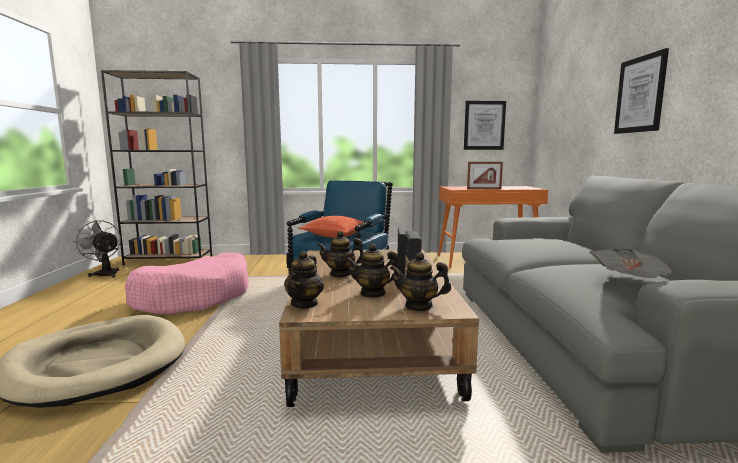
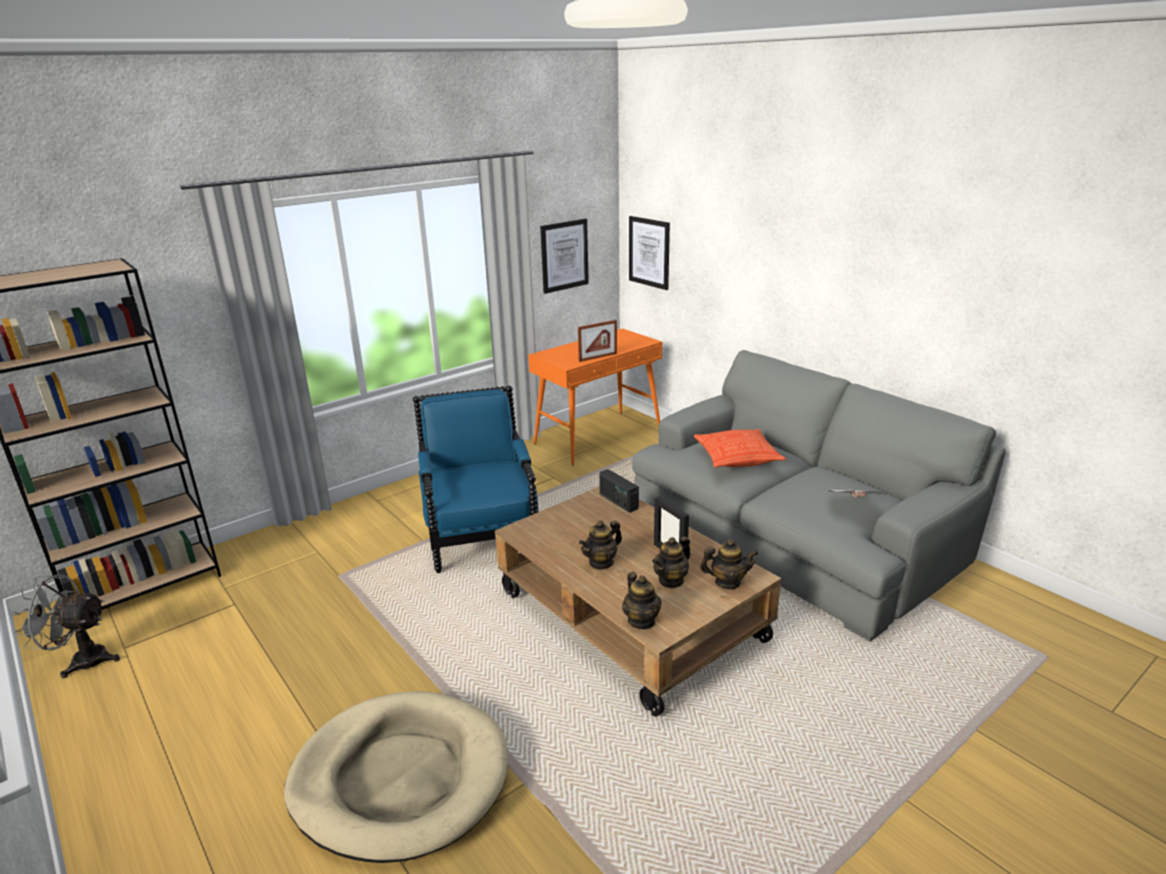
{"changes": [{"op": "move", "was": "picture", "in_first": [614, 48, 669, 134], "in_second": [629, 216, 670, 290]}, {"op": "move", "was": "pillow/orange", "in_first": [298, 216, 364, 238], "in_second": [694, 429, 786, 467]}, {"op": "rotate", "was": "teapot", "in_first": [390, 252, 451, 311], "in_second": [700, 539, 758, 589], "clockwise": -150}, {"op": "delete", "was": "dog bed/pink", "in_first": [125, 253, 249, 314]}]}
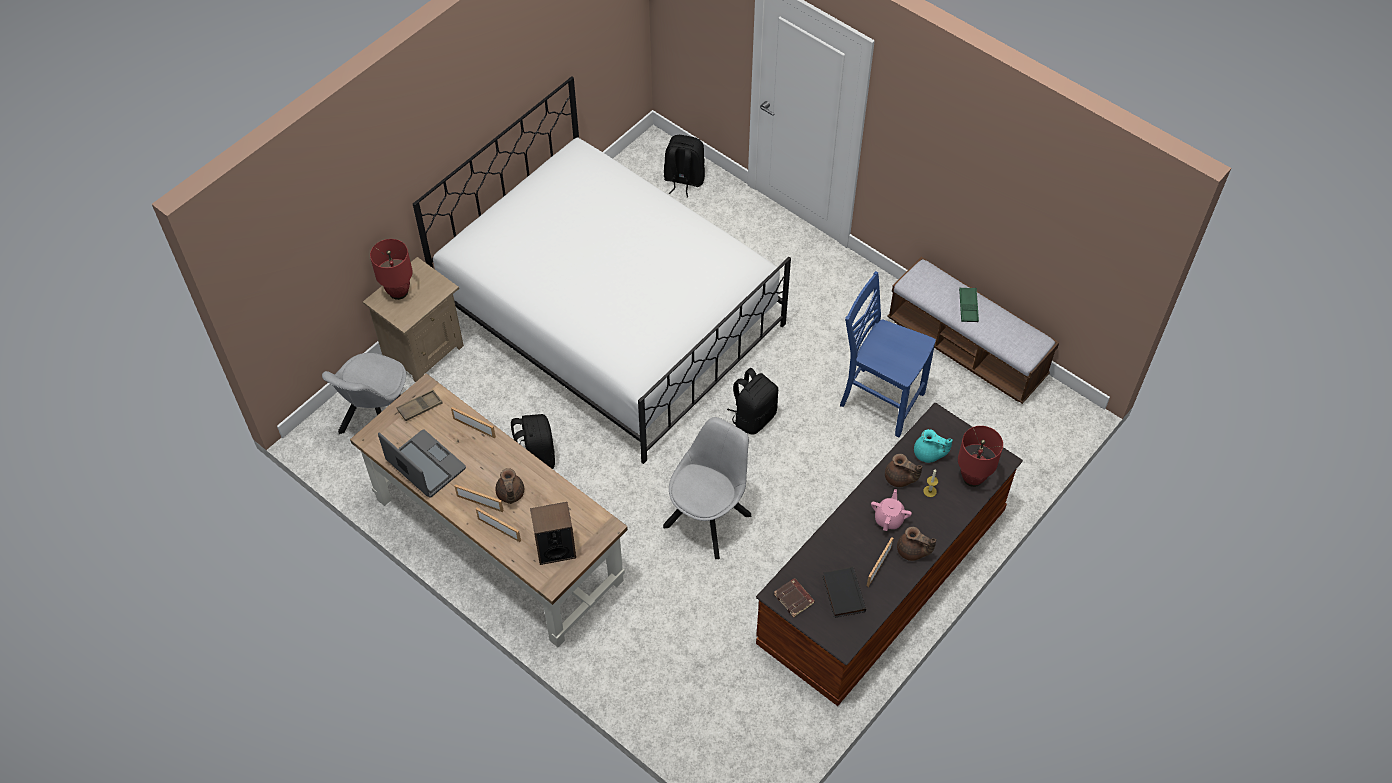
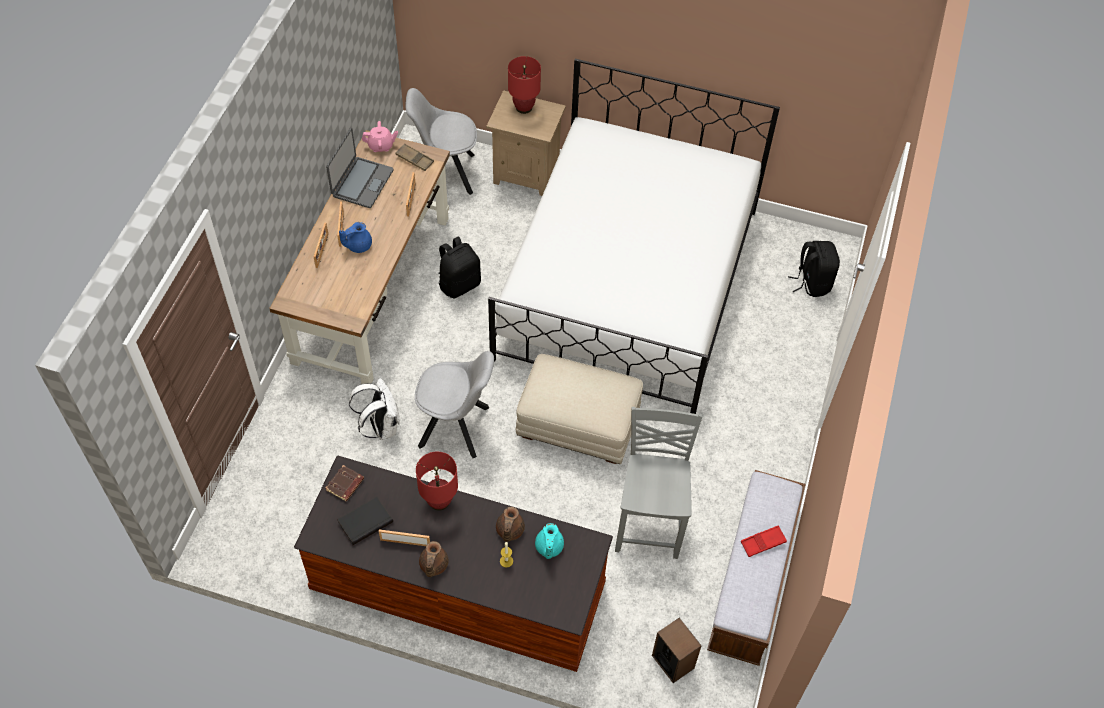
{"changes": [{"op": "recolor", "was": "chair/blue", "now": "chair/grey", "in_first": [840, 271, 936, 437], "in_second": [615, 407, 703, 559]}, {"op": "recolor", "was": "tray/green", "now": "tray/red", "in_first": [959, 287, 979, 322], "in_second": [741, 525, 787, 557]}, {"op": "replace", "was": "backpack/black", "now": "ottoman/beige", "in_first": [727, 368, 778, 435], "in_second": [516, 354, 643, 464]}, {"op": "move", "was": "table lamp/red", "in_first": [958, 426, 1003, 487], "in_second": [416, 452, 458, 511]}, {"op": "recolor", "was": "teapot/brown", "now": "teapot/blue", "in_first": [495, 468, 524, 504], "in_second": [339, 222, 372, 253]}, {"op": "move", "was": "teapot/pink", "in_first": [871, 489, 912, 531], "in_second": [362, 121, 398, 152]}, {"op": "move", "was": "speaker", "in_first": [530, 502, 576, 565], "in_second": [652, 618, 701, 683]}, {"op": "insert", "now": "backpack/white", "in_second": [349, 378, 400, 440]}]}
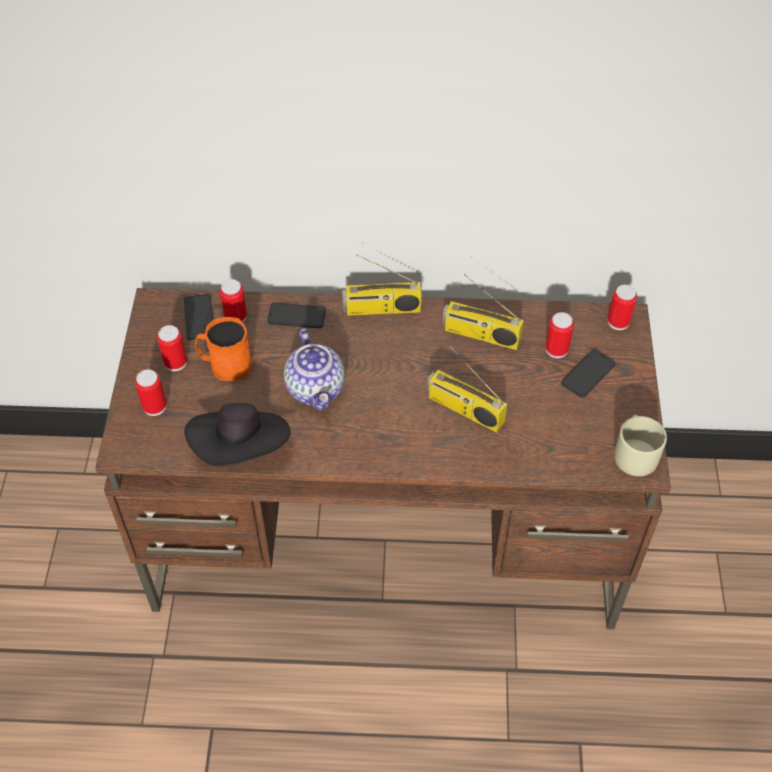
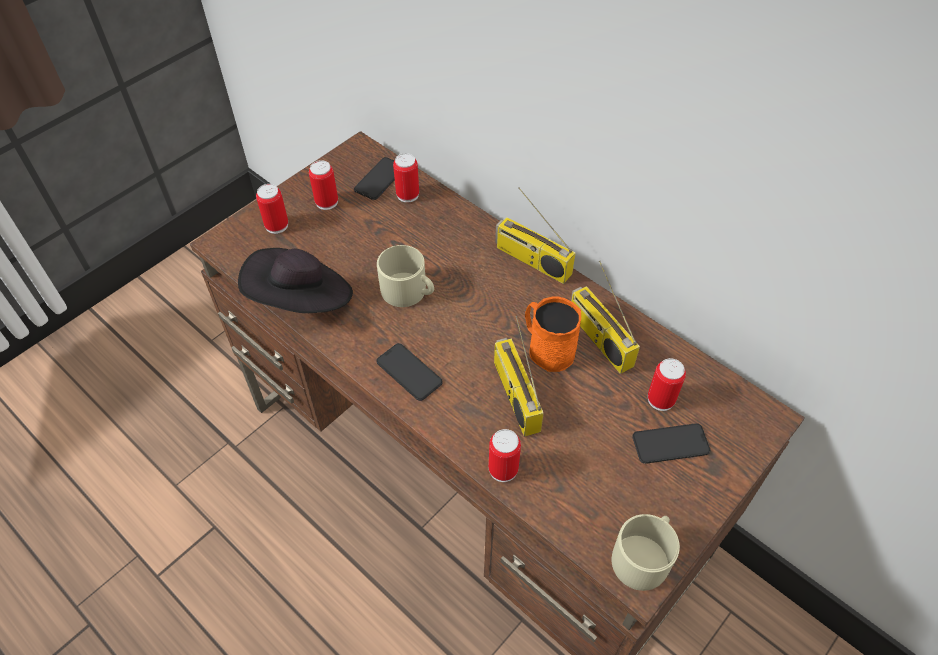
{"changes": [{"op": "move", "was": "can", "in_first": [608, 285, 637, 330], "in_second": [489, 429, 521, 482]}, {"op": "move", "was": "phone", "in_first": [267, 303, 326, 328], "in_second": [376, 343, 443, 401]}, {"op": "move", "was": "mug/orange", "in_first": [195, 317, 252, 381], "in_second": [525, 296, 581, 372]}, {"op": "replace", "was": "teapot", "now": "mug/beige", "in_first": [284, 328, 345, 411], "in_second": [377, 245, 434, 307]}]}
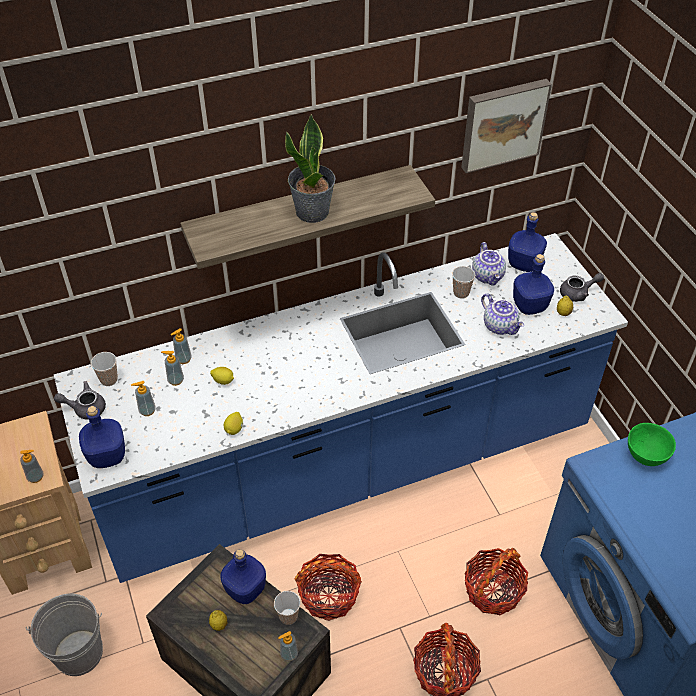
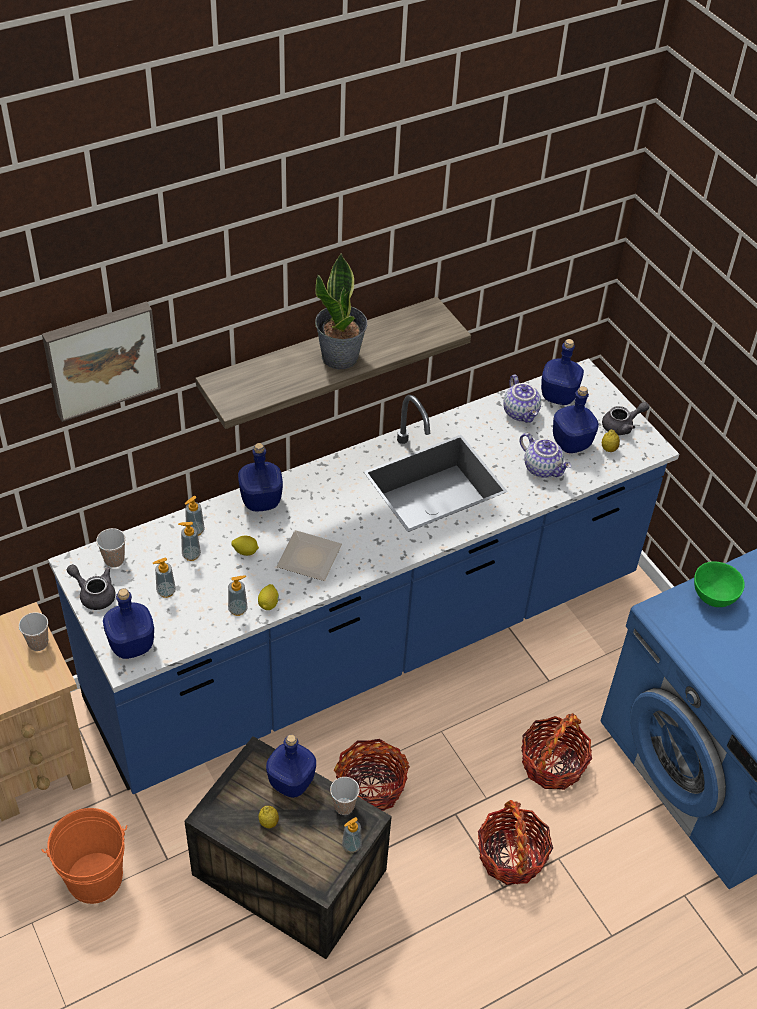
{"changes": [{"op": "move", "was": "picture", "in_first": [461, 79, 552, 173], "in_second": [42, 301, 161, 422]}, {"op": "move", "was": "cup", "in_first": [452, 266, 475, 299], "in_second": [19, 612, 48, 651]}, {"op": "rotate", "was": "teapot/grey", "in_first": [54, 381, 106, 419], "in_second": [66, 564, 116, 610], "clockwise": 45}, {"op": "move", "was": "soap dispenser", "in_first": [20, 450, 44, 483], "in_second": [228, 576, 247, 616]}, {"op": "recolor", "was": "bucket/grey", "now": "bucket/orange", "in_first": [25, 594, 103, 676], "in_second": [42, 808, 127, 904]}, {"op": "insert", "now": "bottle/blue", "in_second": [238, 443, 283, 511]}, {"op": "insert", "now": "plate", "in_second": [277, 530, 342, 581]}]}
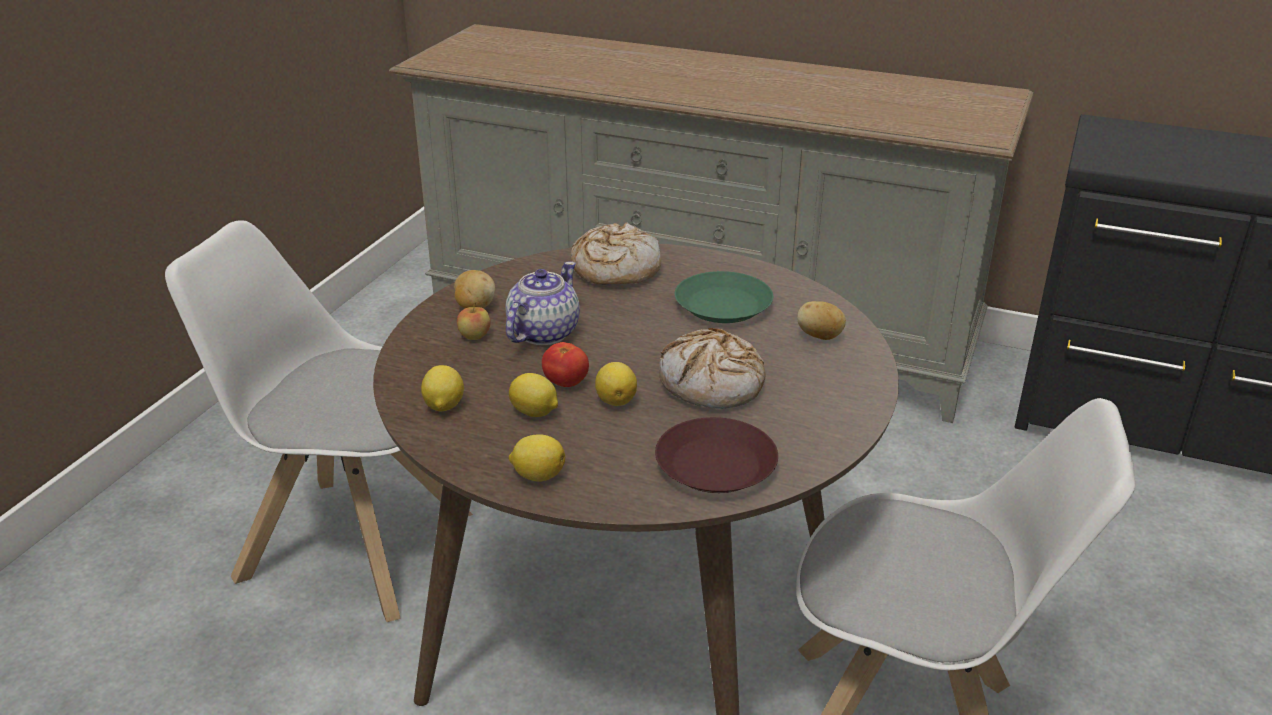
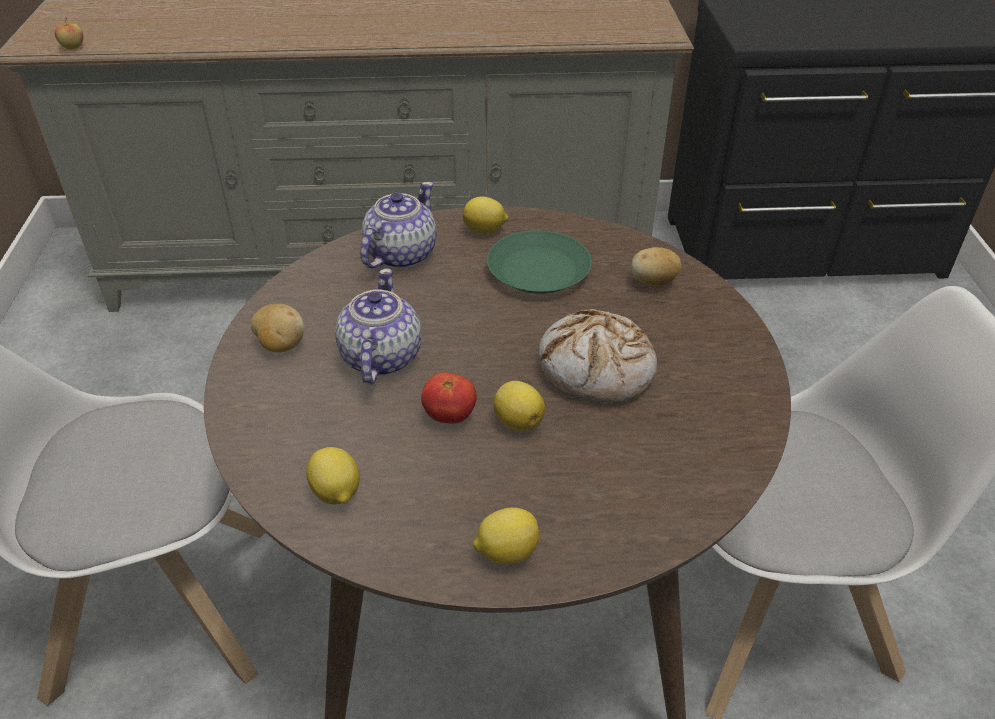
{"changes": [{"op": "replace", "was": "bread", "now": "teapot", "in_first": [571, 222, 661, 284], "in_second": [360, 182, 437, 269]}, {"op": "move", "was": "apple", "in_first": [457, 301, 491, 340], "in_second": [55, 17, 83, 49]}, {"op": "move", "was": "lemon", "in_first": [509, 373, 558, 417], "in_second": [463, 197, 508, 234]}, {"op": "delete", "was": "plate/brown", "in_first": [655, 417, 778, 493]}]}
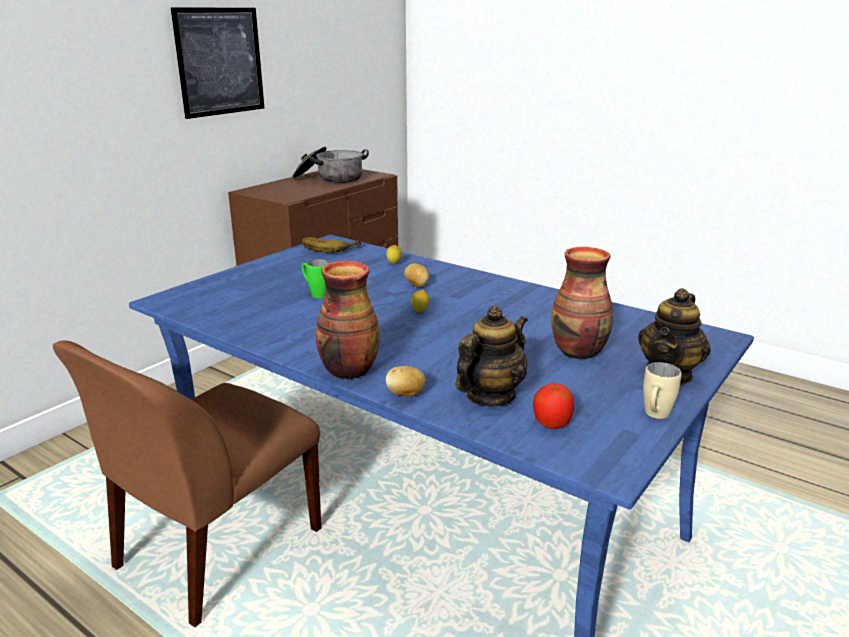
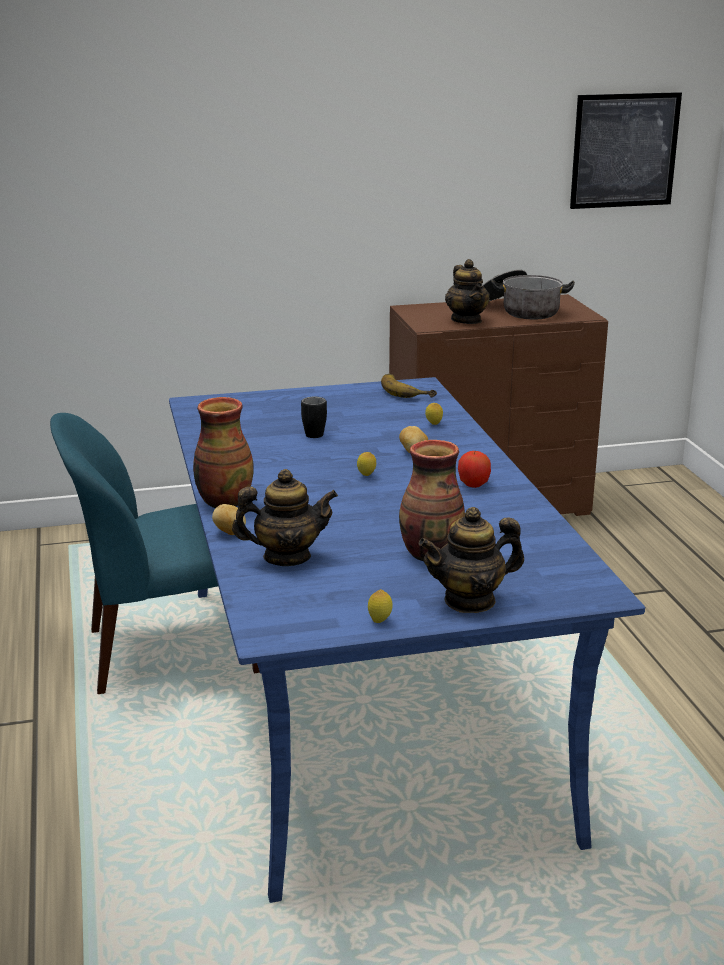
{"changes": [{"op": "move", "was": "picture", "in_first": [171, 8, 264, 119], "in_second": [570, 92, 682, 209]}, {"op": "recolor", "was": "mug/green", "now": "mug/black", "in_first": [302, 259, 330, 299], "in_second": [301, 397, 327, 438]}, {"op": "recolor", "was": "chair/brown", "now": "chair/blue", "in_first": [53, 340, 321, 627], "in_second": [50, 413, 260, 694]}, {"op": "replace", "was": "mug/beige", "now": "lemon", "in_first": [643, 362, 682, 419], "in_second": [368, 589, 393, 623]}, {"op": "move", "was": "apple", "in_first": [533, 383, 574, 429], "in_second": [458, 451, 491, 488]}, {"op": "insert", "now": "teapot", "in_second": [445, 259, 490, 324]}]}
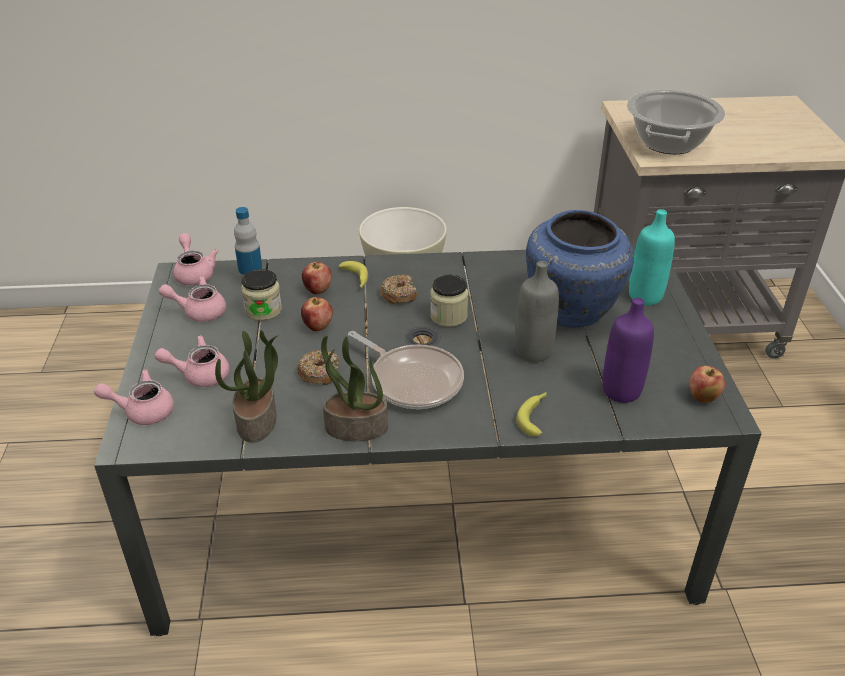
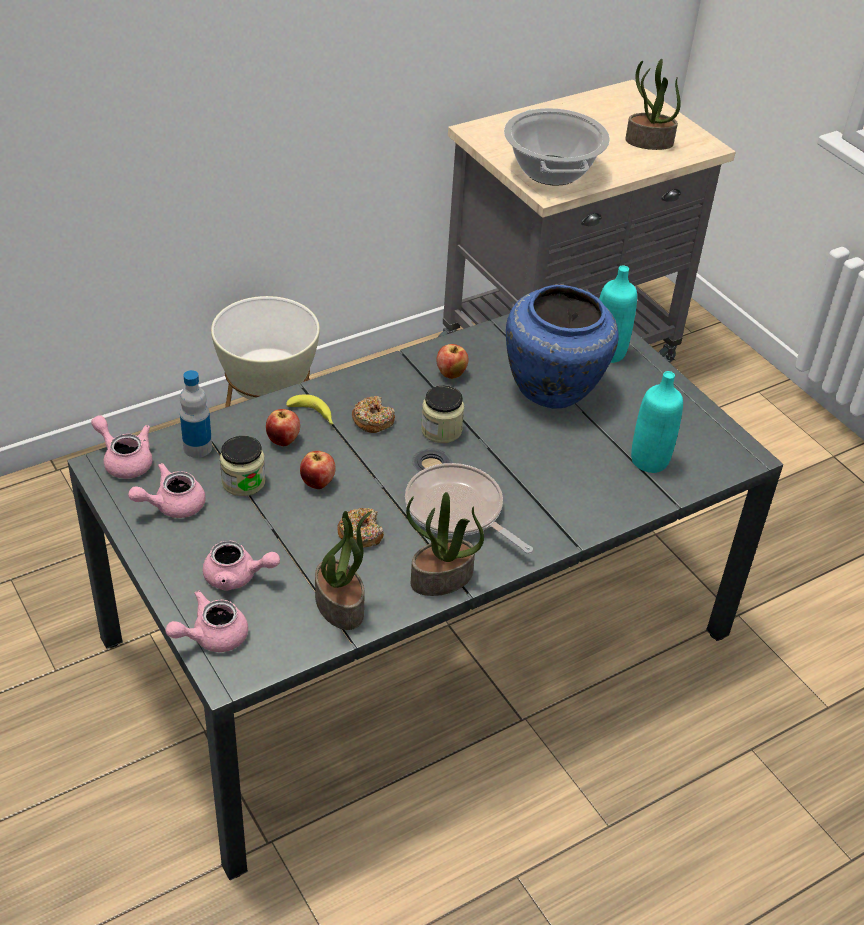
{"changes": [{"op": "delete", "was": "bottle/grey", "in_first": [515, 261, 559, 363]}, {"op": "recolor", "was": "bottle/purple", "now": "bottle/turquoise", "in_first": [602, 298, 654, 403], "in_second": [631, 371, 683, 473]}, {"op": "rotate", "was": "frying pan", "in_first": [348, 331, 464, 409], "in_second": [405, 463, 533, 554], "clockwise": -150}, {"op": "rotate", "was": "teapot/pink", "in_first": [155, 335, 230, 387], "in_second": [203, 540, 280, 591], "clockwise": -135}, {"op": "move", "was": "apple", "in_first": [689, 366, 725, 402], "in_second": [436, 344, 469, 379]}, {"op": "delete", "was": "banana", "in_first": [516, 392, 547, 436]}, {"op": "insert", "now": "potted plant", "in_second": [625, 59, 681, 150]}]}
